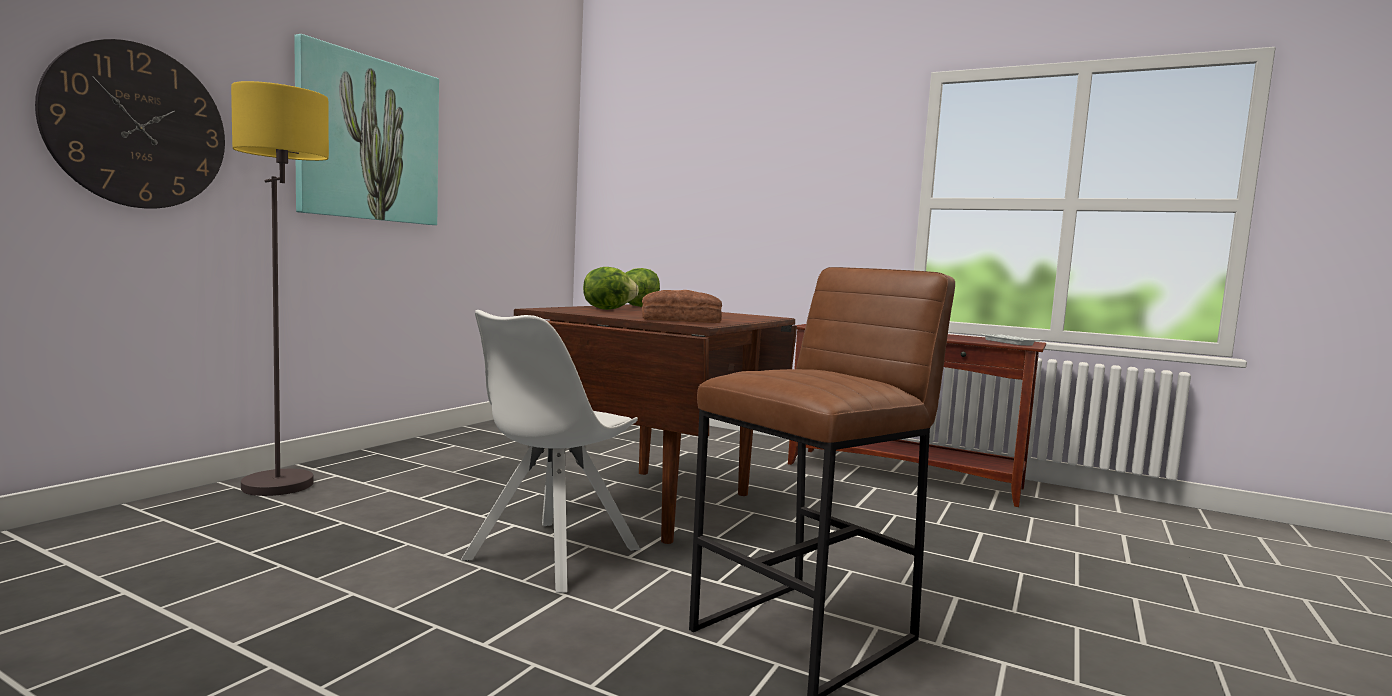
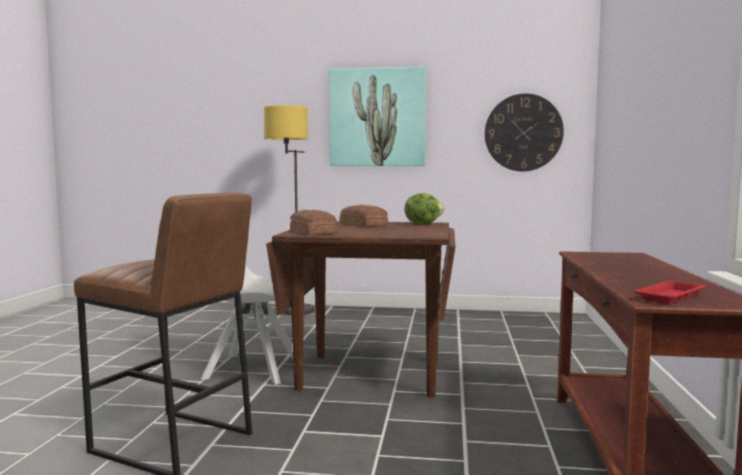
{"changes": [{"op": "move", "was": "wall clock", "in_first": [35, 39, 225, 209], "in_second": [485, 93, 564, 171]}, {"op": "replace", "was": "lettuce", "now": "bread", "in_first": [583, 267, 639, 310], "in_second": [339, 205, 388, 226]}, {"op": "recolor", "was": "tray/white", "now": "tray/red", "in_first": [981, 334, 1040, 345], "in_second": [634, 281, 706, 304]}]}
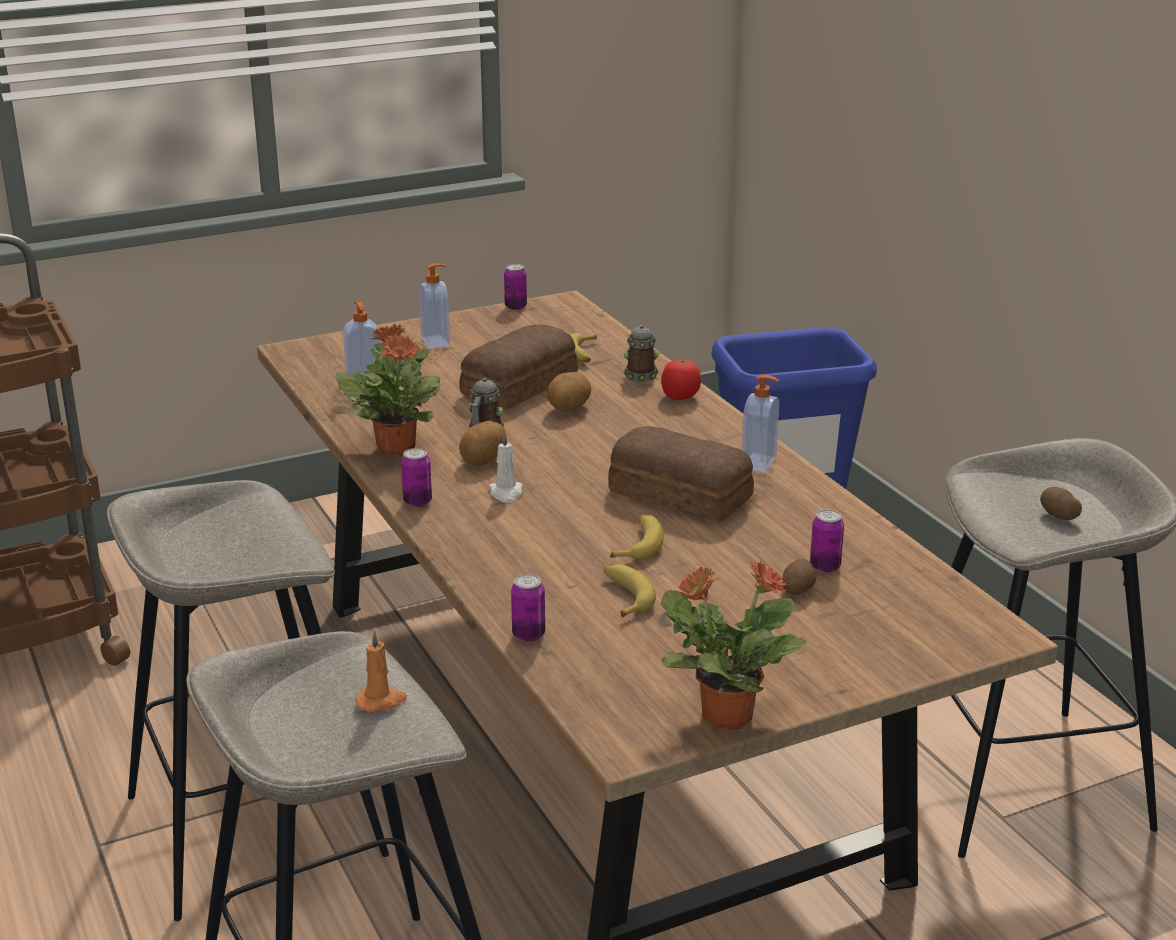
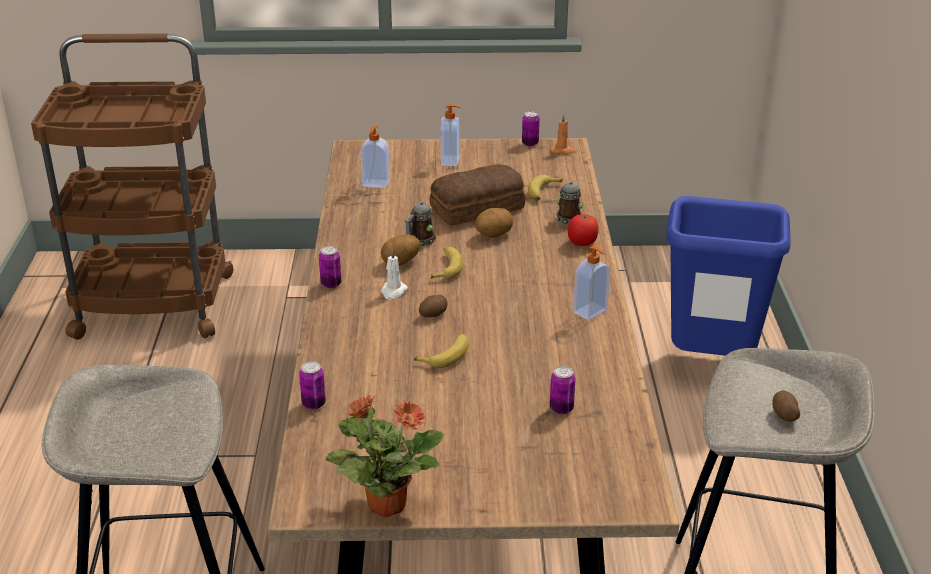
{"changes": [{"op": "delete", "was": "potted plant", "in_first": [335, 324, 440, 455]}, {"op": "delete", "was": "bread", "in_first": [608, 426, 754, 523]}, {"op": "delete", "was": "stool/grey", "in_first": [107, 480, 389, 921]}, {"op": "move", "was": "potato", "in_first": [782, 559, 816, 595], "in_second": [419, 295, 448, 317]}, {"op": "move", "was": "banana", "in_first": [603, 564, 656, 618], "in_second": [431, 247, 463, 279]}, {"op": "move", "was": "candle/orange", "in_first": [355, 630, 407, 712], "in_second": [551, 114, 576, 155]}]}
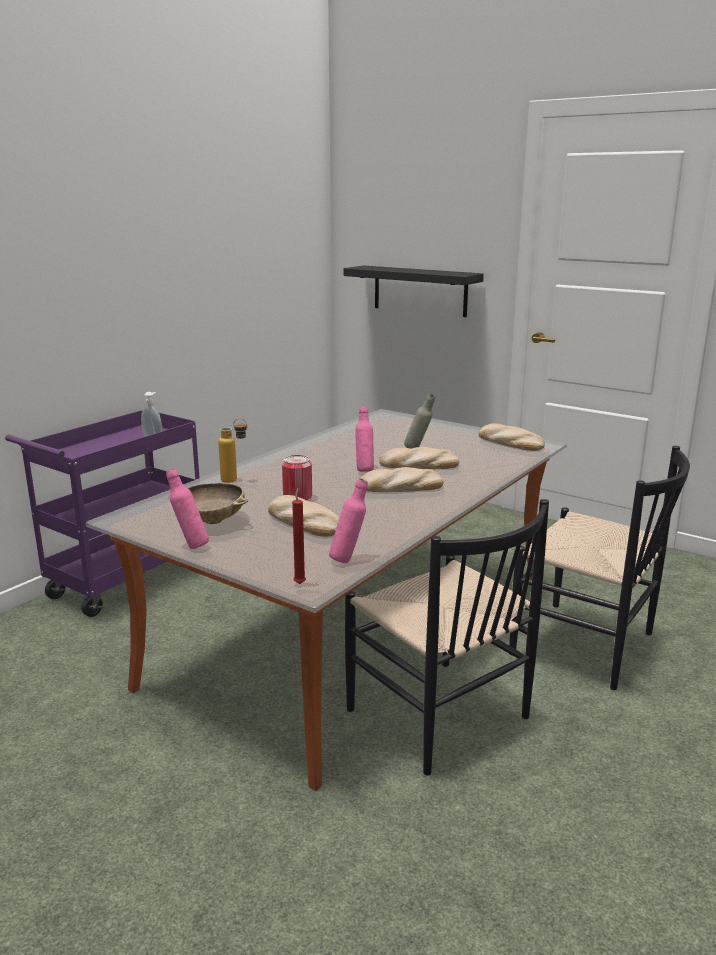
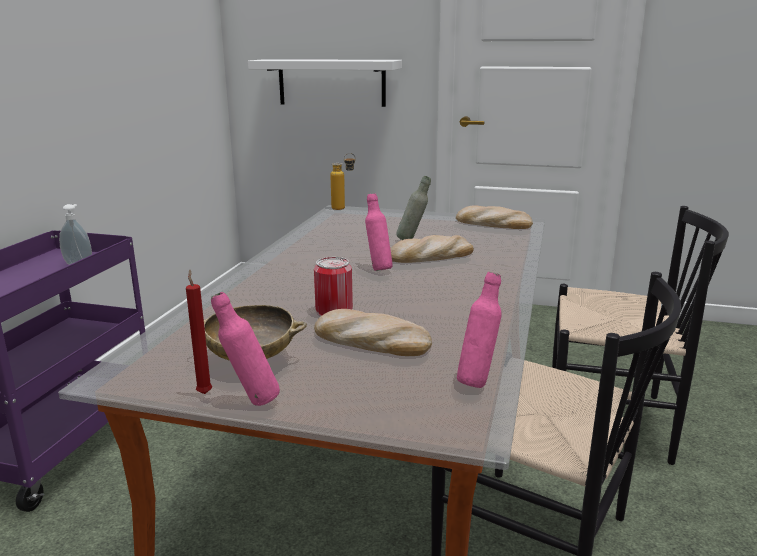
{"changes": [{"op": "recolor", "was": "shelf/black", "now": "shelf/white", "in_first": [343, 266, 484, 317], "in_second": [248, 59, 402, 107]}, {"op": "move", "was": "bottle", "in_first": [218, 418, 247, 483], "in_second": [330, 153, 356, 210]}, {"op": "delete", "was": "bread", "in_first": [361, 467, 443, 492]}, {"op": "move", "was": "candle/red", "in_first": [292, 488, 306, 584], "in_second": [186, 269, 212, 394]}]}
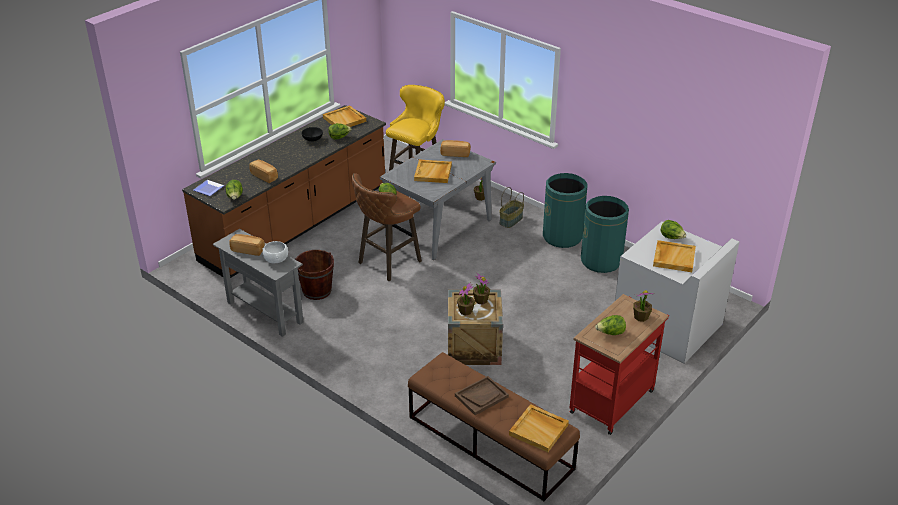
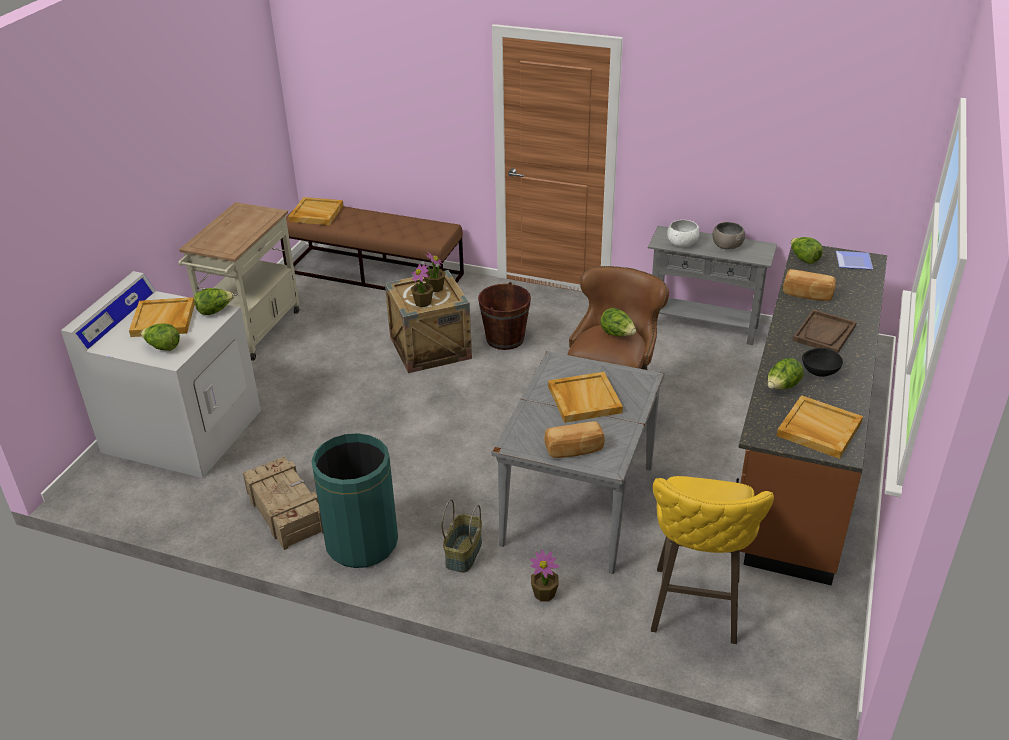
{"changes": [{"op": "replace", "was": "trash can/green", "now": "crate", "in_first": [581, 196, 629, 273], "in_second": [243, 456, 323, 550]}, {"op": "replace", "was": "bread", "now": "bowl/grey", "in_first": [229, 234, 265, 256], "in_second": [712, 222, 745, 249]}, {"op": "move", "was": "bucket/brown", "in_first": [295, 250, 334, 300], "in_second": [478, 282, 531, 350]}, {"op": "delete", "was": "potted plant", "in_first": [633, 290, 654, 322]}, {"op": "recolor", "was": "cart/red", "now": "cart/beige", "in_first": [570, 294, 669, 435], "in_second": [178, 202, 299, 361]}, {"op": "move", "was": "lettuce", "in_first": [595, 315, 626, 335], "in_second": [194, 288, 234, 315]}, {"op": "move", "was": "tray/brown", "in_first": [455, 376, 509, 415], "in_second": [793, 309, 857, 353]}]}
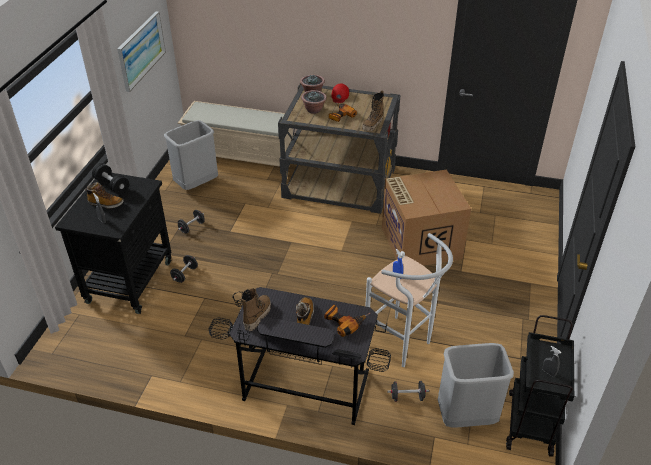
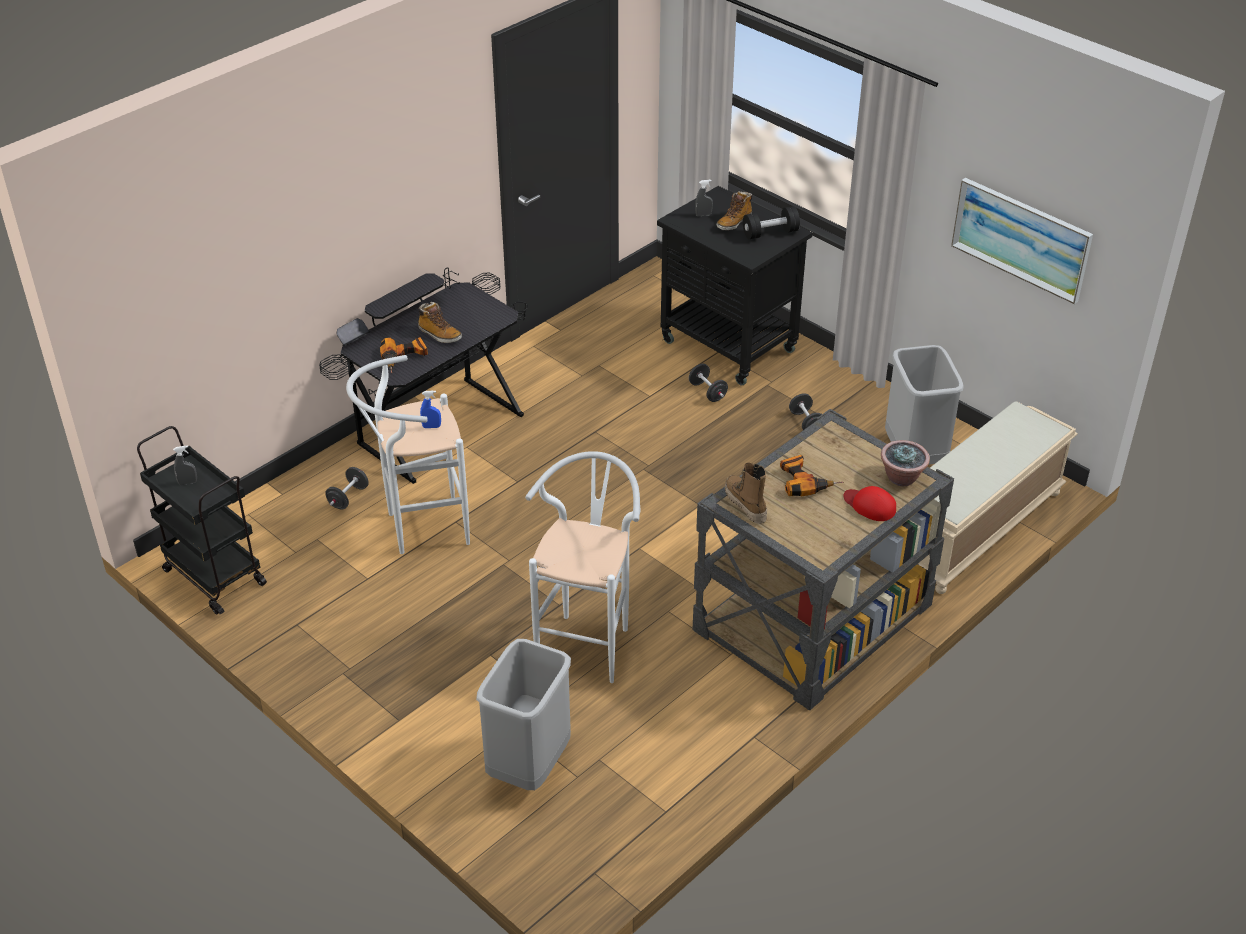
{"changes": [{"op": "delete", "was": "potted plant", "in_first": [301, 90, 327, 114]}, {"op": "replace", "was": "cardboard box", "now": "stool/white", "in_first": [382, 169, 471, 266], "in_second": [525, 451, 640, 683]}, {"op": "delete", "was": "boot", "in_first": [242, 289, 271, 331]}, {"op": "move", "was": "trash can/grey", "in_first": [438, 343, 514, 427], "in_second": [476, 639, 571, 790]}]}
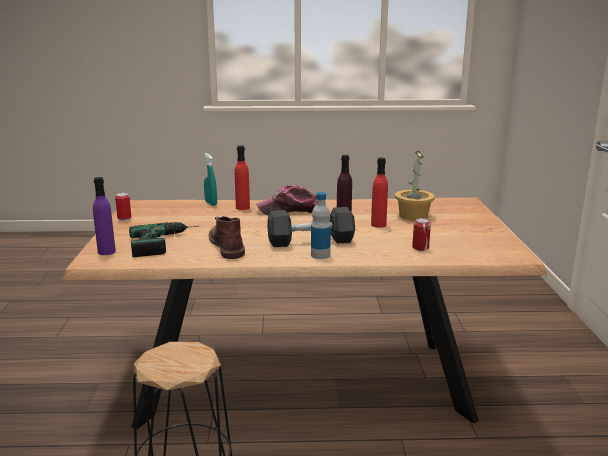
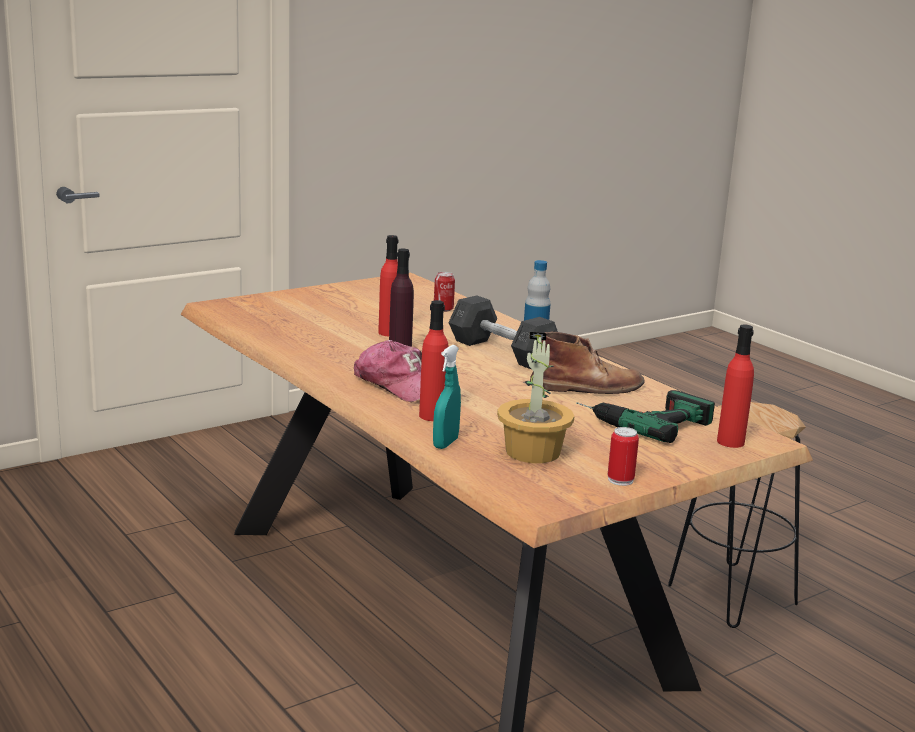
{"changes": [{"op": "move", "was": "potted plant", "in_first": [395, 151, 435, 221], "in_second": [497, 332, 574, 463]}, {"op": "recolor", "was": "bottle/purple", "now": "bottle/red", "in_first": [93, 177, 116, 255], "in_second": [717, 325, 754, 448]}, {"op": "rotate", "was": "boot/brown", "in_first": [209, 216, 245, 259], "in_second": [530, 332, 645, 394], "clockwise": -135}]}
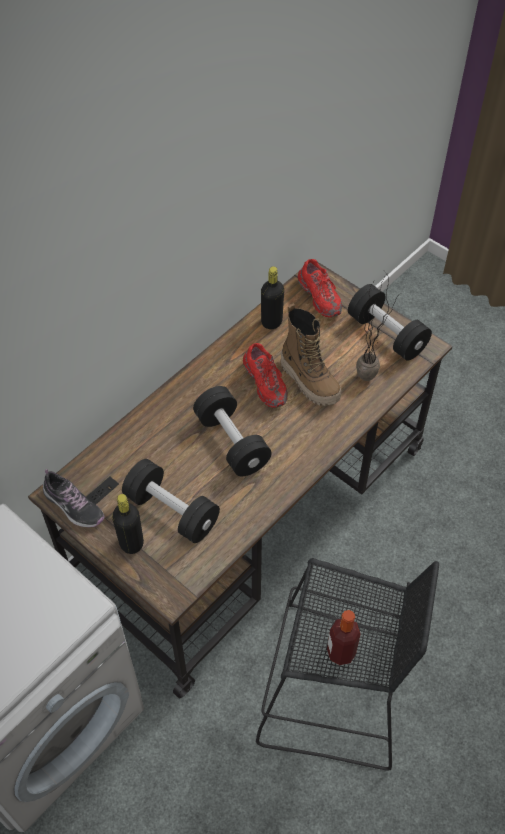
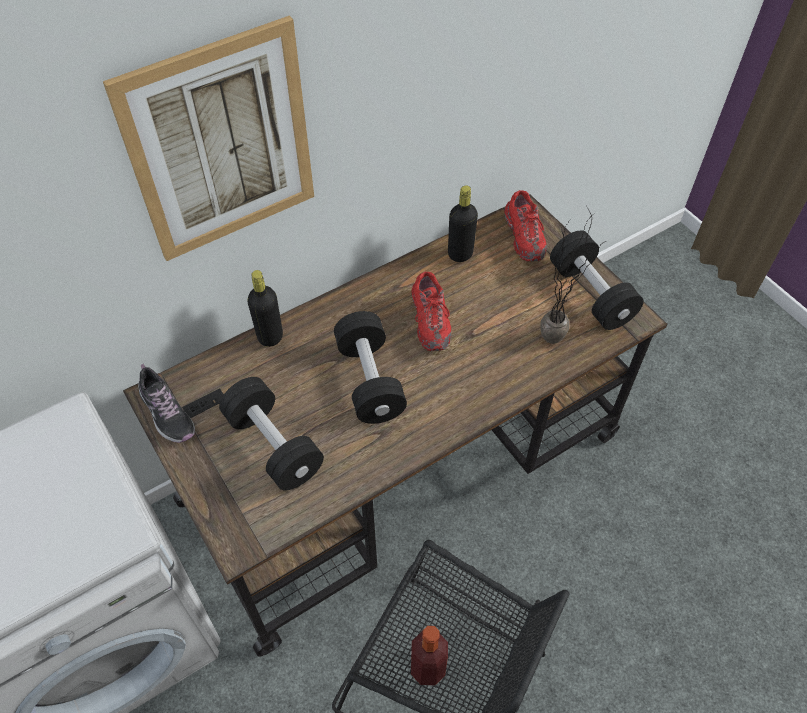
{"changes": [{"op": "delete", "was": "boot", "in_first": [280, 303, 341, 406]}, {"op": "move", "was": "bottle/black", "in_first": [112, 494, 144, 554], "in_second": [248, 270, 283, 347]}, {"op": "insert", "now": "picture", "in_second": [103, 16, 314, 261]}]}
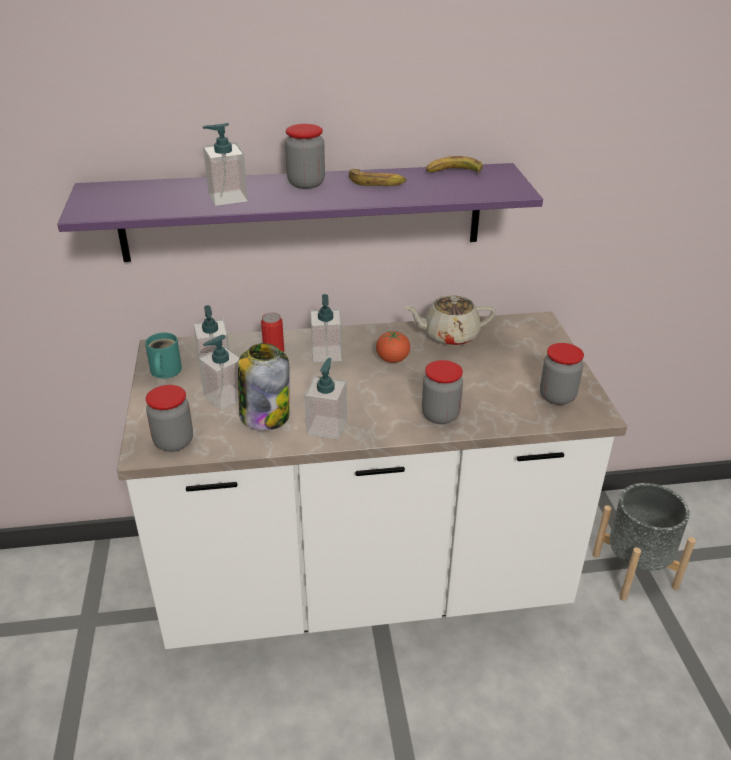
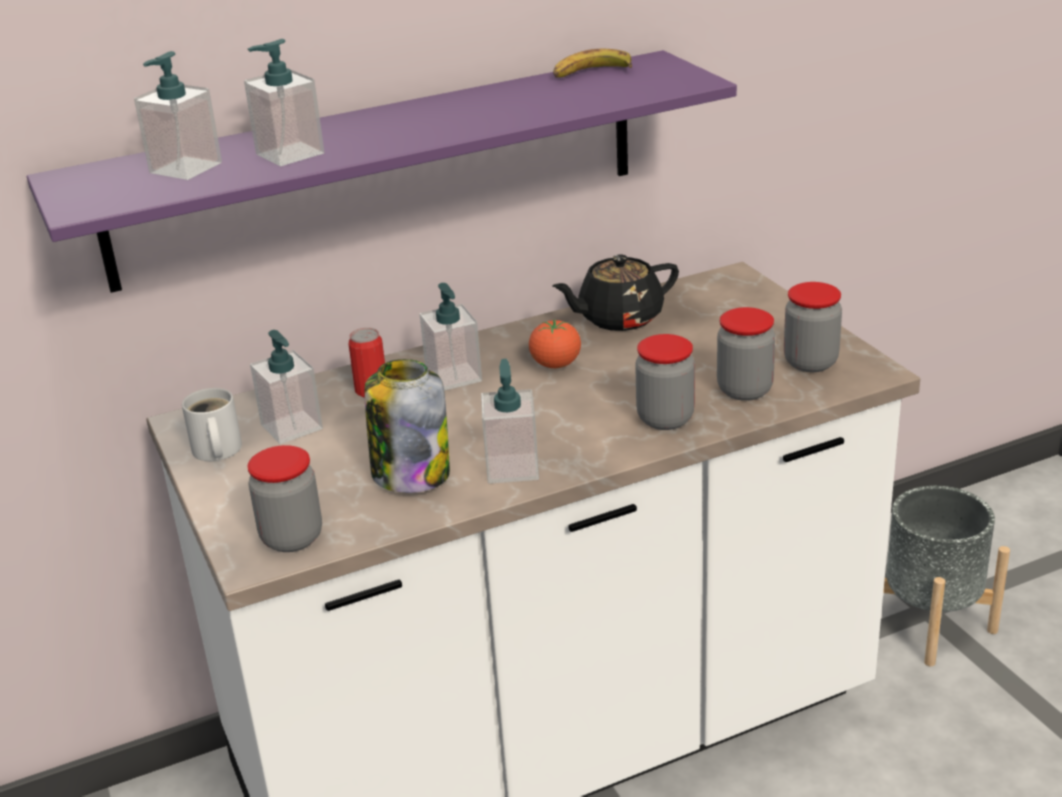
{"changes": [{"op": "move", "was": "jar", "in_first": [285, 124, 325, 189], "in_second": [717, 307, 775, 401]}, {"op": "delete", "was": "banana", "in_first": [349, 169, 407, 186]}, {"op": "recolor", "was": "teapot/beige", "now": "teapot/black", "in_first": [405, 295, 495, 346], "in_second": [552, 255, 679, 331]}, {"op": "recolor", "was": "mug/turquoise", "now": "mug/white", "in_first": [145, 333, 182, 378], "in_second": [182, 388, 242, 461]}, {"op": "move", "was": "soap dispenser", "in_first": [198, 335, 240, 410], "in_second": [134, 51, 222, 180]}]}
